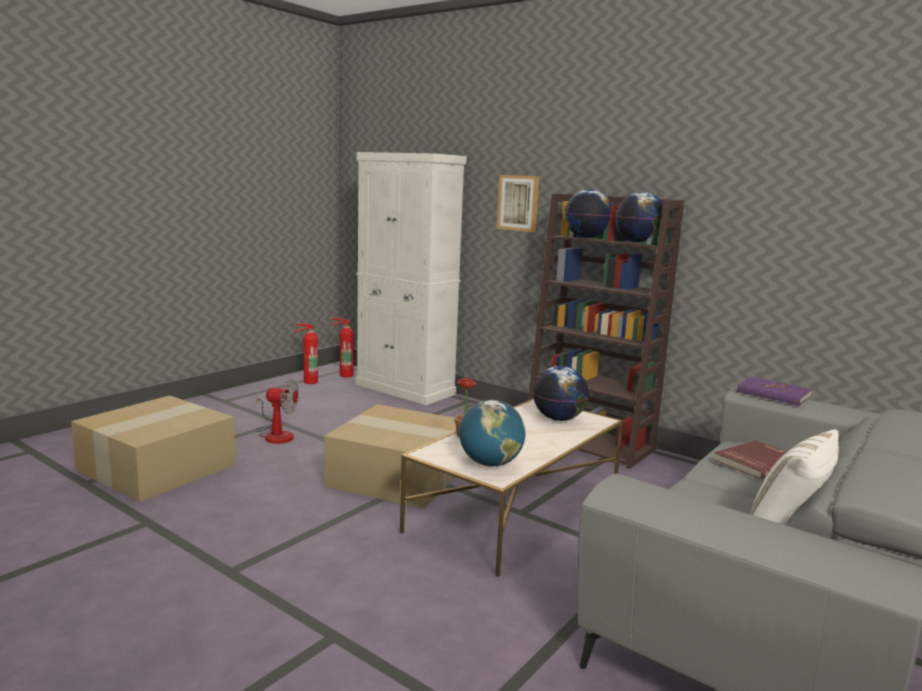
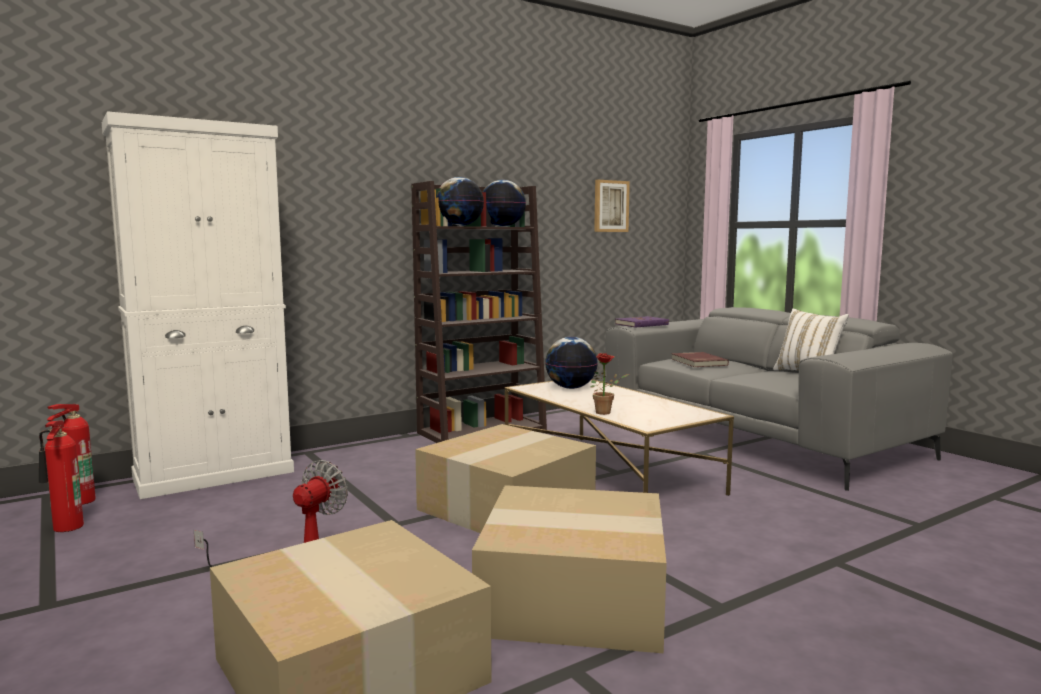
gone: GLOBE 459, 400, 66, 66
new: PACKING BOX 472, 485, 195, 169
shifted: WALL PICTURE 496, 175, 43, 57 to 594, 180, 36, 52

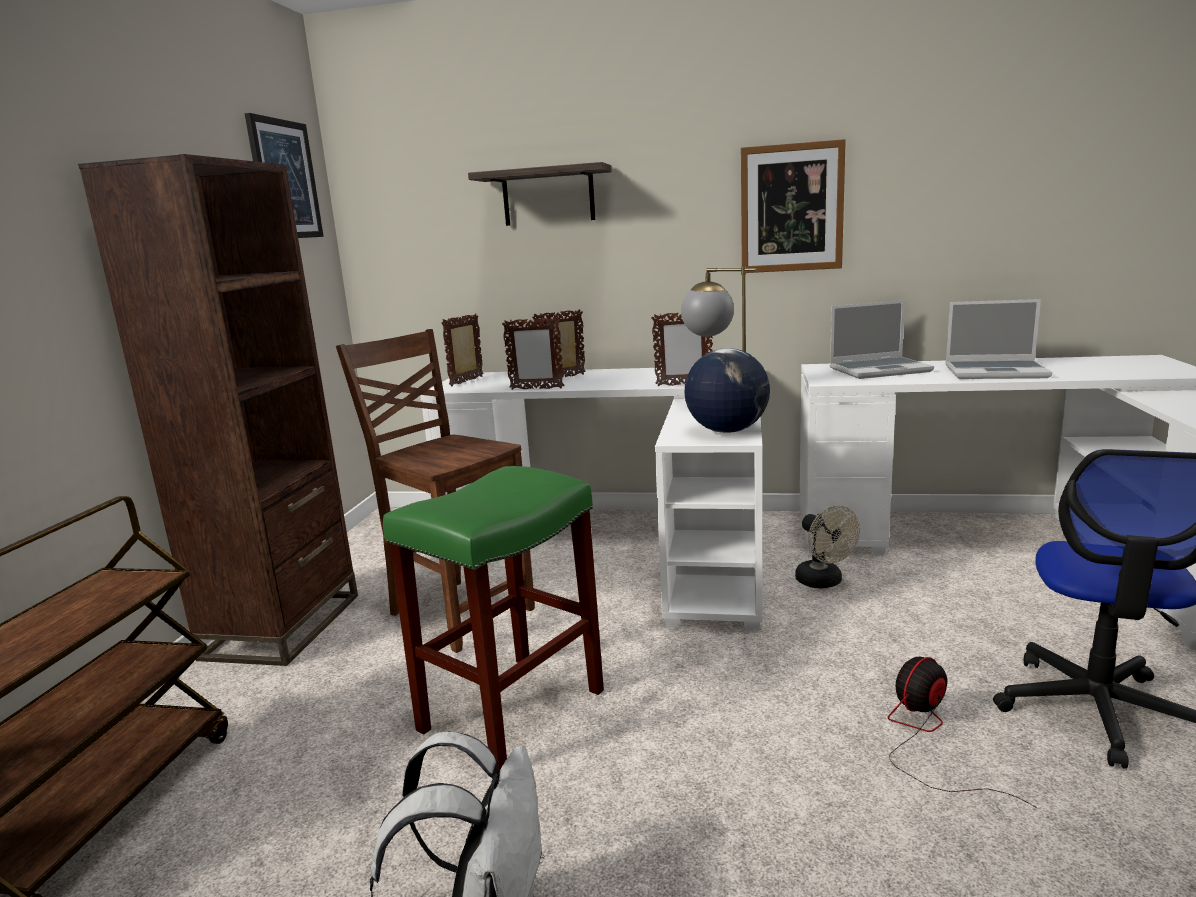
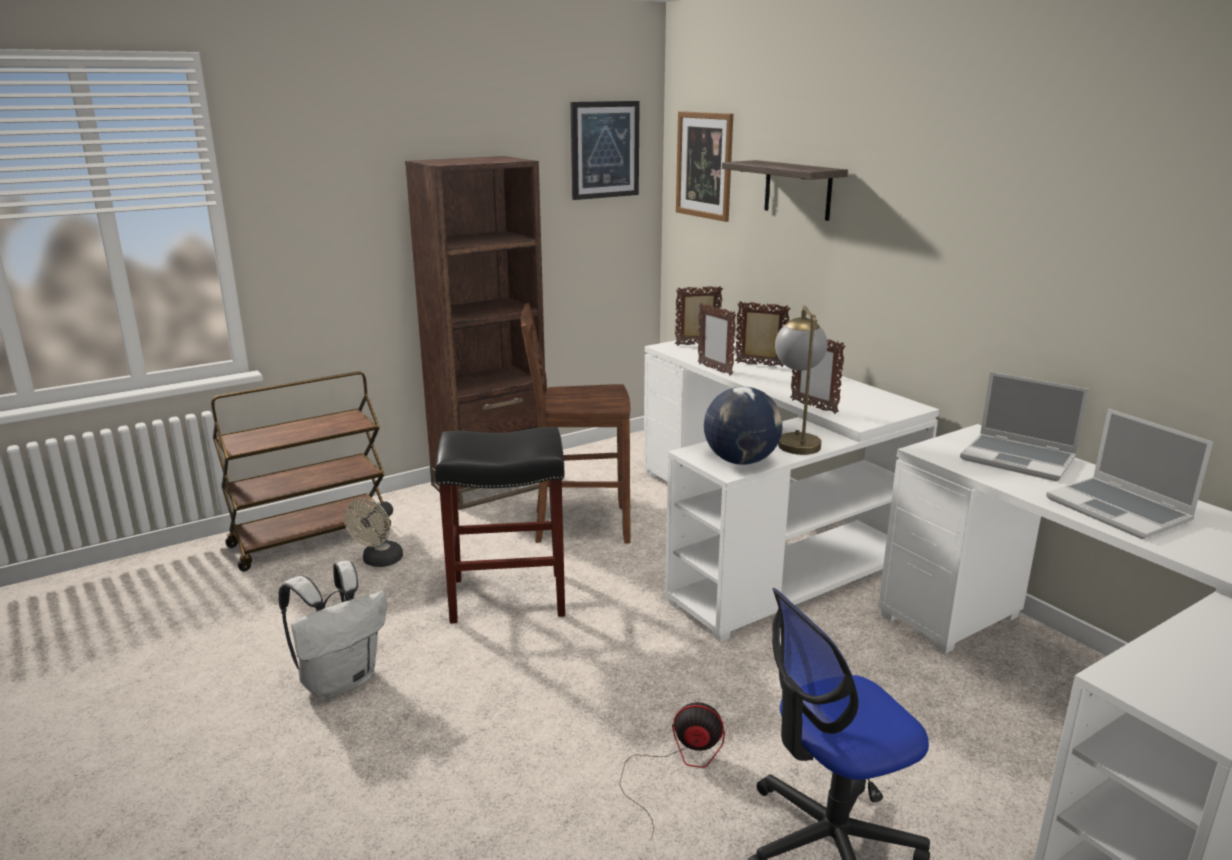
shifted: WALL PICTURE 741, 139, 105, 134 to 676, 111, 57, 111; BEIGE ELECTRIC FAN 795, 505, 65, 83 to 344, 498, 59, 69
repainted: GREEN-COLOURED SITTING STOOL 383, 466, 221, 305 to BLACK SITTING STOOL 435, 427, 130, 197
rotated: BROWN-COLOURED UPRIGHT CHAIR 336, 329, 199, 324 = 521, 303, 109, 241 90 degrees counterclockwise

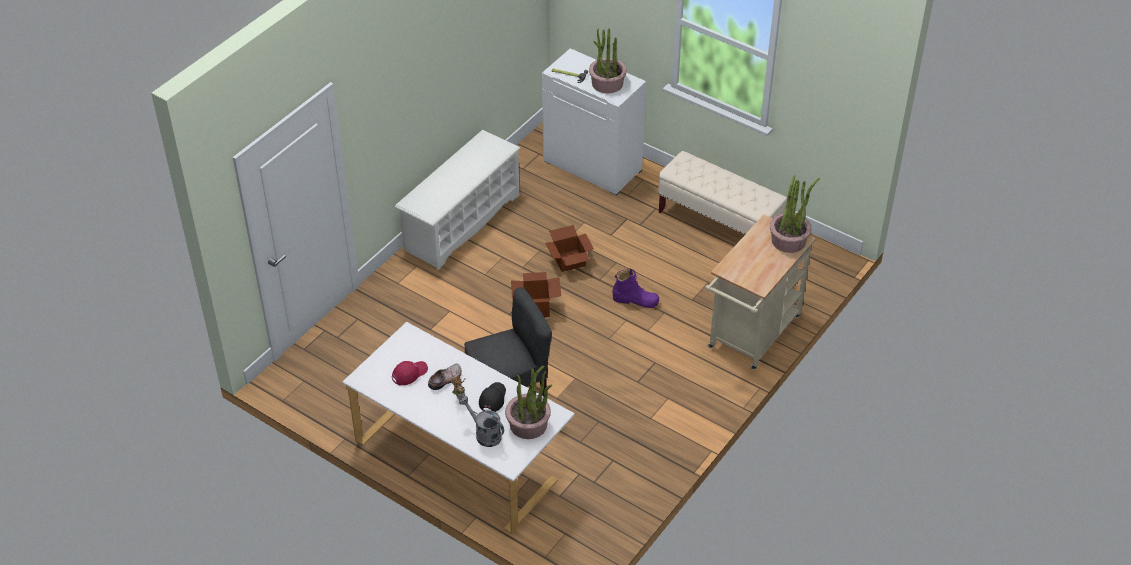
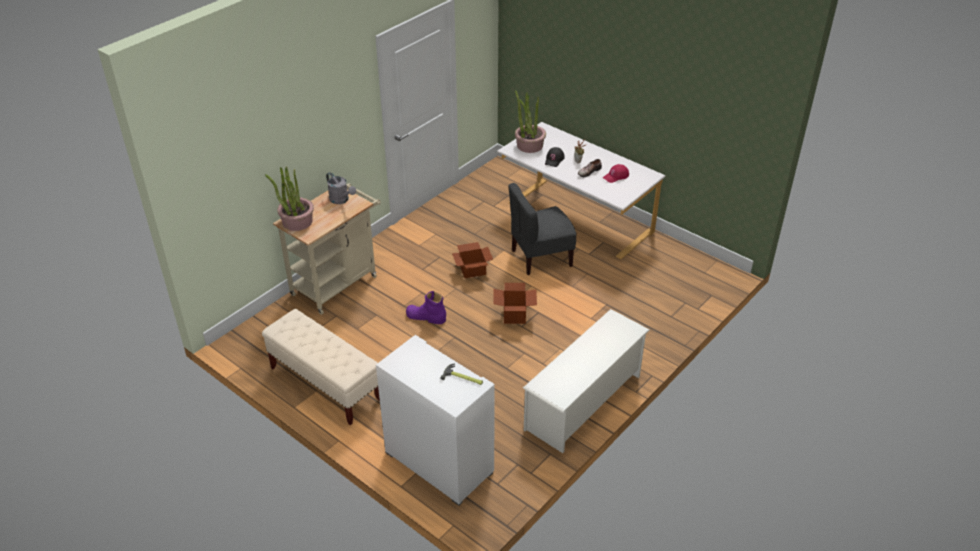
gone: POTTED PLANT 589, 28, 38, 66
shifted: PACKING BOX 546, 225, 48, 47 to 452, 242, 41, 36; GREYISH WATERING CAN 459, 396, 45, 51 to 326, 172, 30, 32

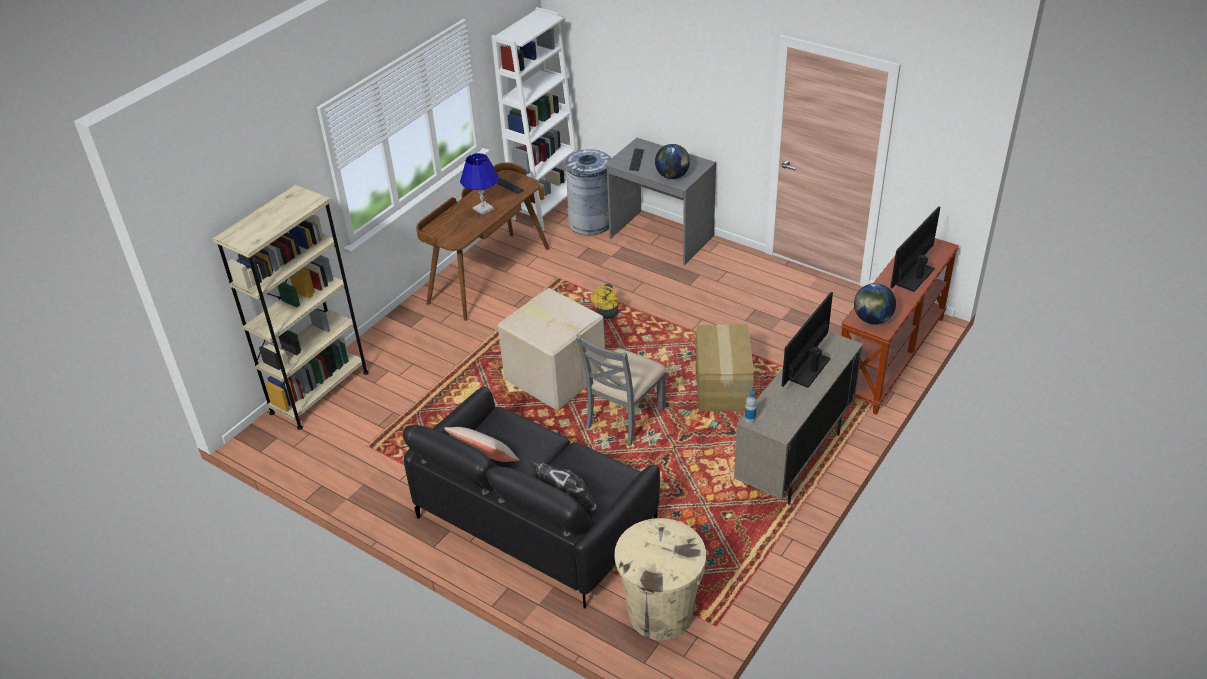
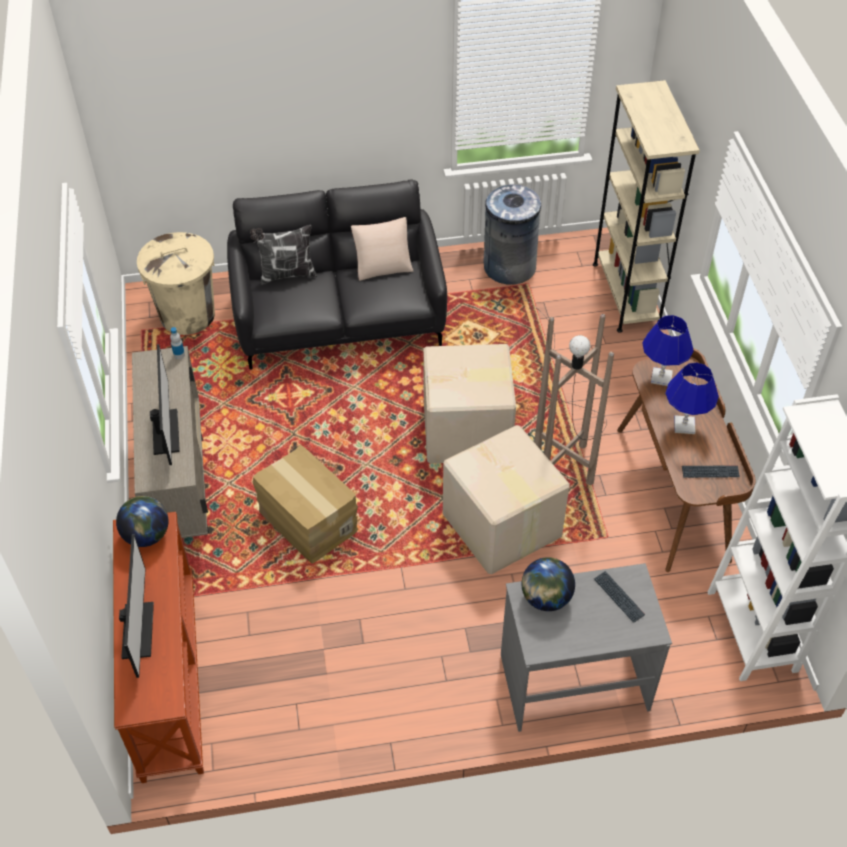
gone: GREYISH UPRIGHT CHAIR 576, 335, 90, 111
new: BROWN-COLOURED STANDING LAMP 522, 298, 92, 187; BLUISH TABLE LAMP 642, 315, 52, 71
shifted: GREYISH RUBBISH BIN 565, 149, 46, 86 to 483, 185, 58, 100
swapped: YELLOW-COLOURED ELECTRIC FAN 591, 284, 28, 35 to PACKING BOX 443, 425, 127, 149

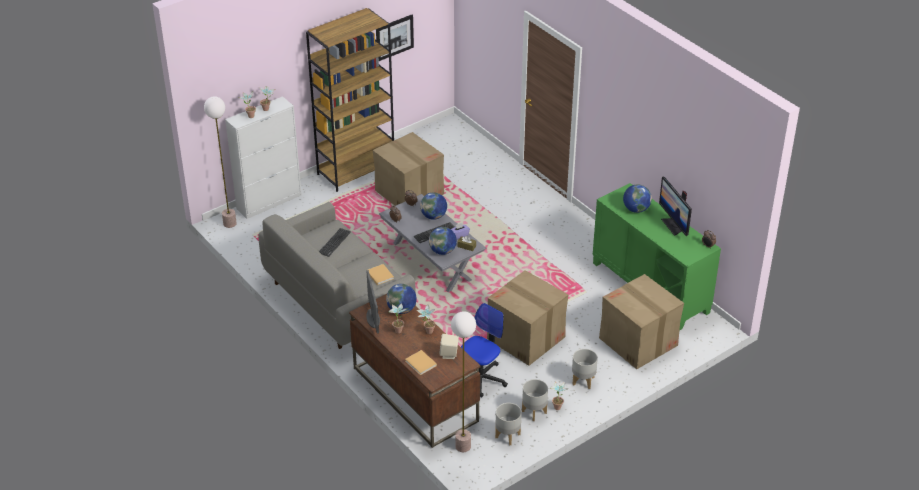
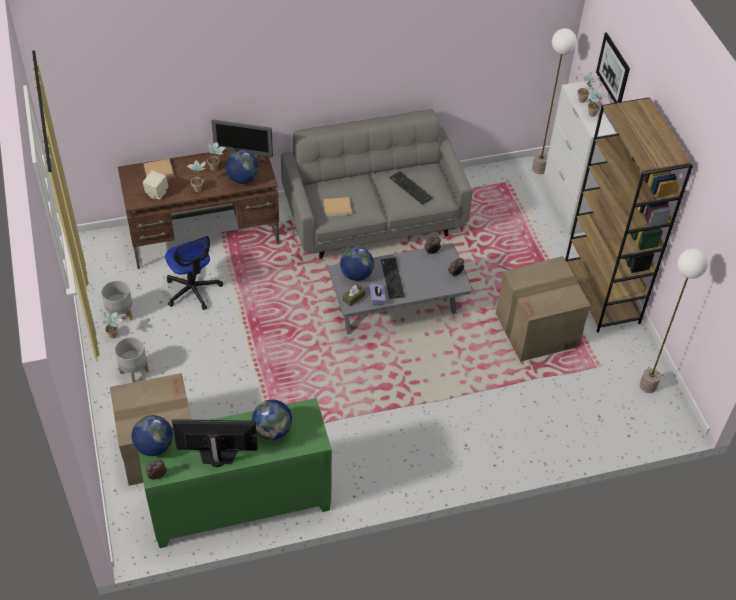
gone: PACKING BOX 487, 270, 81, 96; GREYISH PLANTER 495, 403, 27, 43
shifted: WALL PICTURE 376, 15, 38, 46 to 596, 32, 34, 71; GLOBE 420, 192, 27, 28 to 132, 415, 41, 41; STANDING LAMP 451, 311, 25, 141 to 640, 248, 68, 145

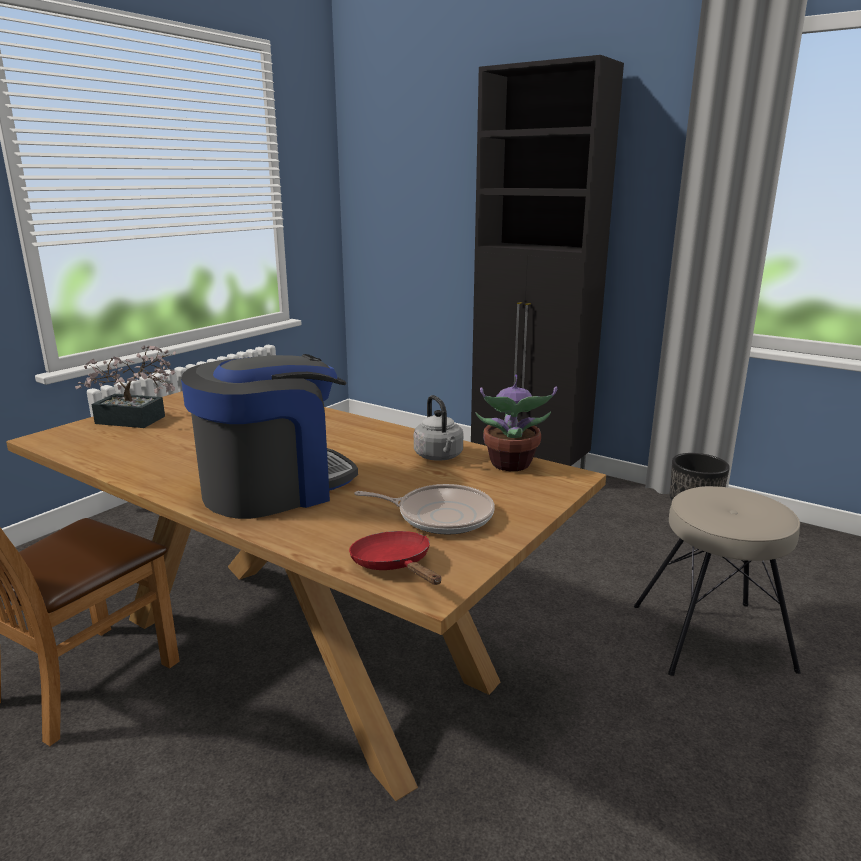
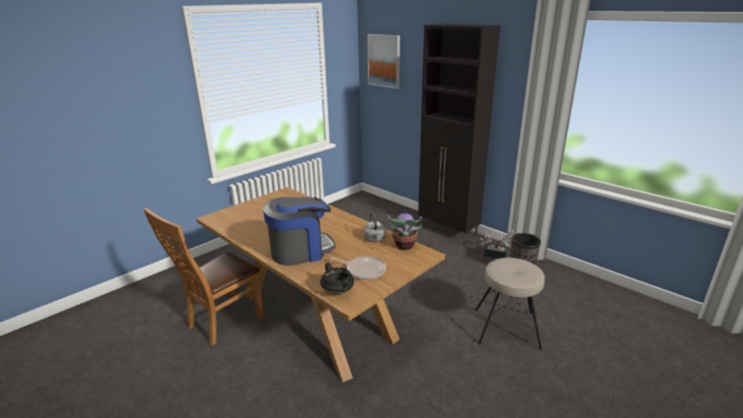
new: WALL PICTURE 367, 34, 33, 55
shifted: POTTED PLANT 75, 345, 101, 83 to 480, 230, 34, 29
swapped: REDDISH SKILLET 349, 531, 92, 54 to BLACK COOKING POT 320, 263, 34, 32

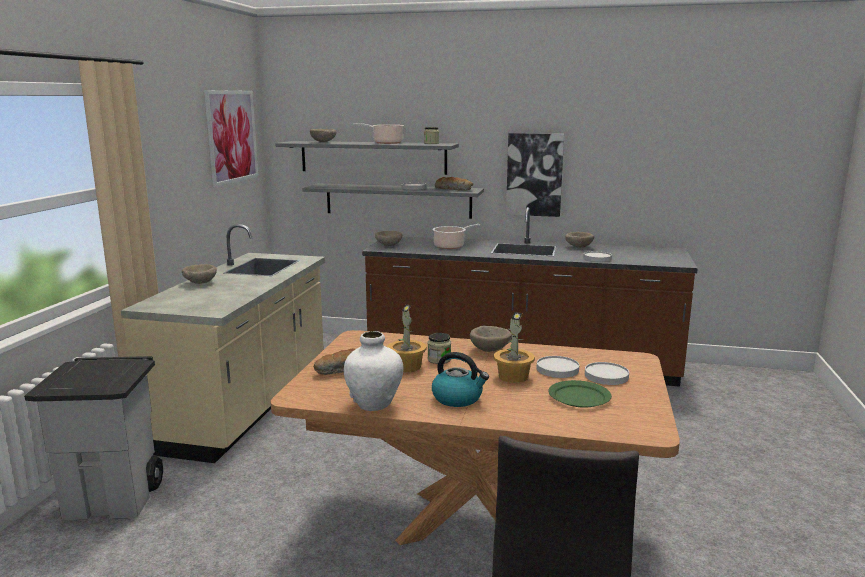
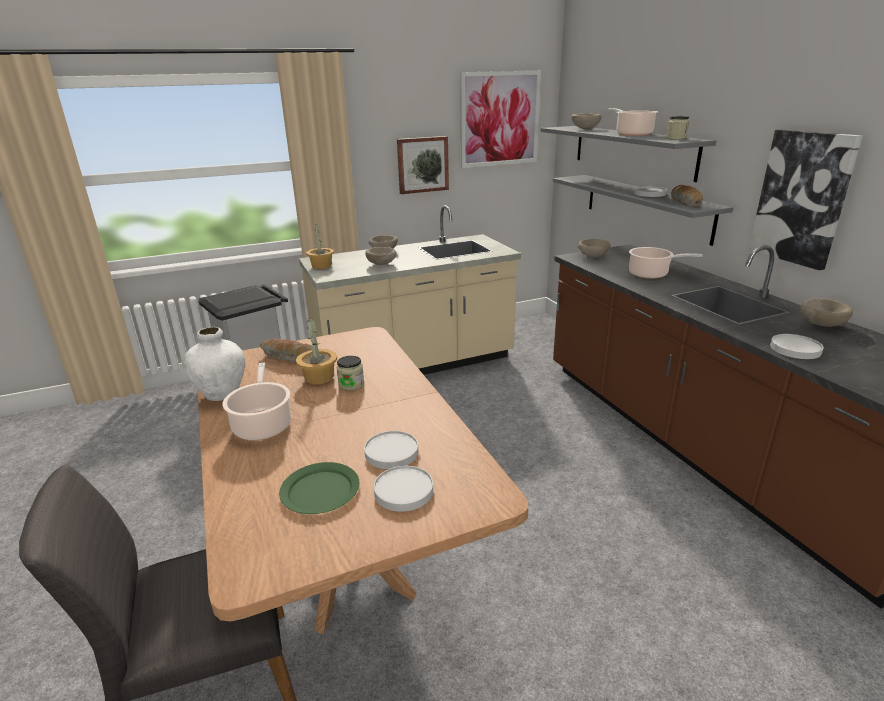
new: WALL PICTURE 397, 136, 52, 58
shifted: POTTED PLANT 494, 312, 41, 71 to 306, 221, 28, 48; BEIGE BOWL 470, 326, 42, 26 to 365, 247, 32, 18
swapped: WATER KETTLE 432, 352, 57, 55 to COOKING POT 222, 363, 69, 77

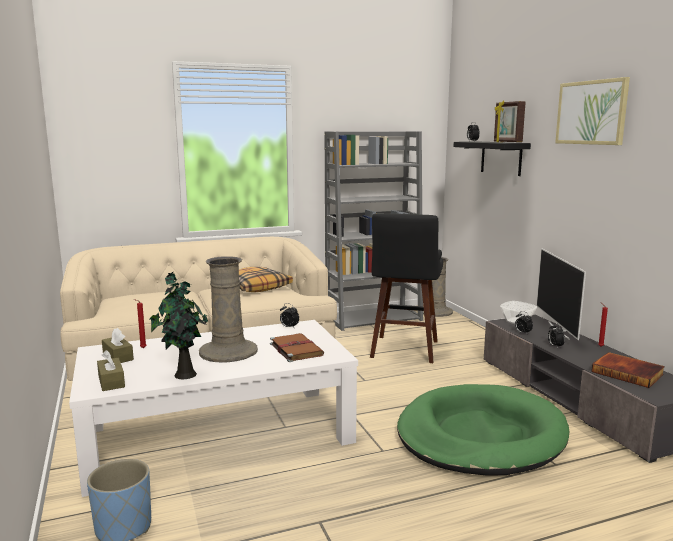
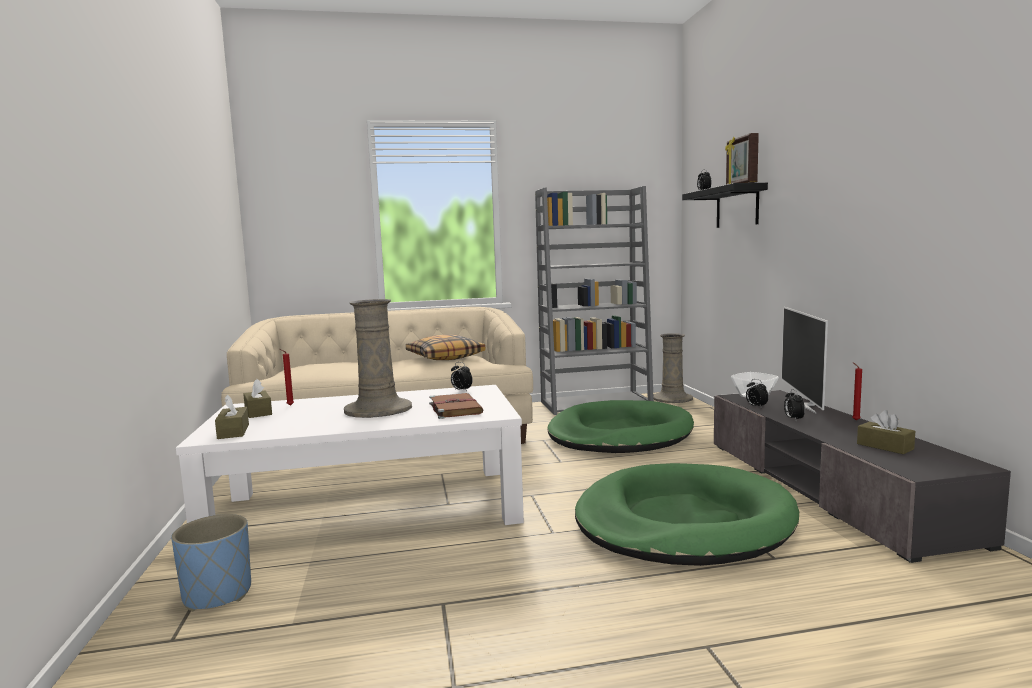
gone: WALL PICTURE 555, 77, 75, 68; POTTED PLANT 150, 271, 58, 108
swapped: BLACK SITTING STOOL 370, 213, 73, 150 to GREEN-COLOURED DOG CUSHION 547, 400, 147, 53; BOOK 591, 352, 74, 36 to BROWN-COLOURED TISSUE HOLDER 857, 410, 58, 44

